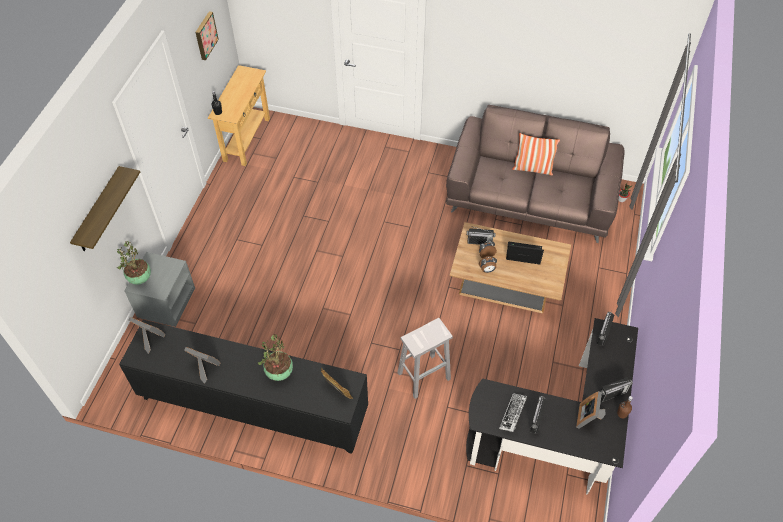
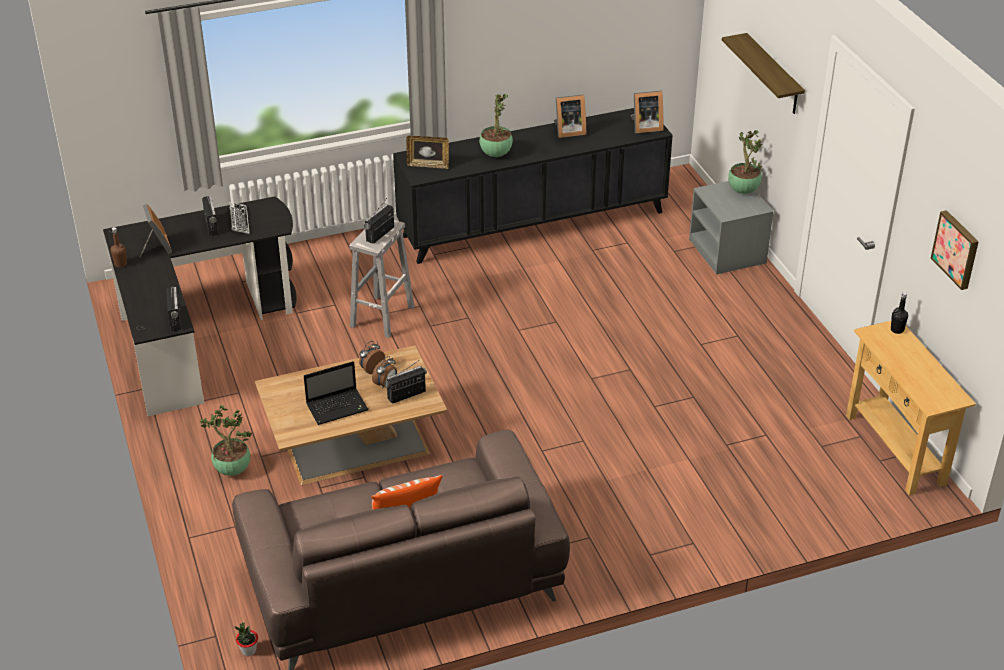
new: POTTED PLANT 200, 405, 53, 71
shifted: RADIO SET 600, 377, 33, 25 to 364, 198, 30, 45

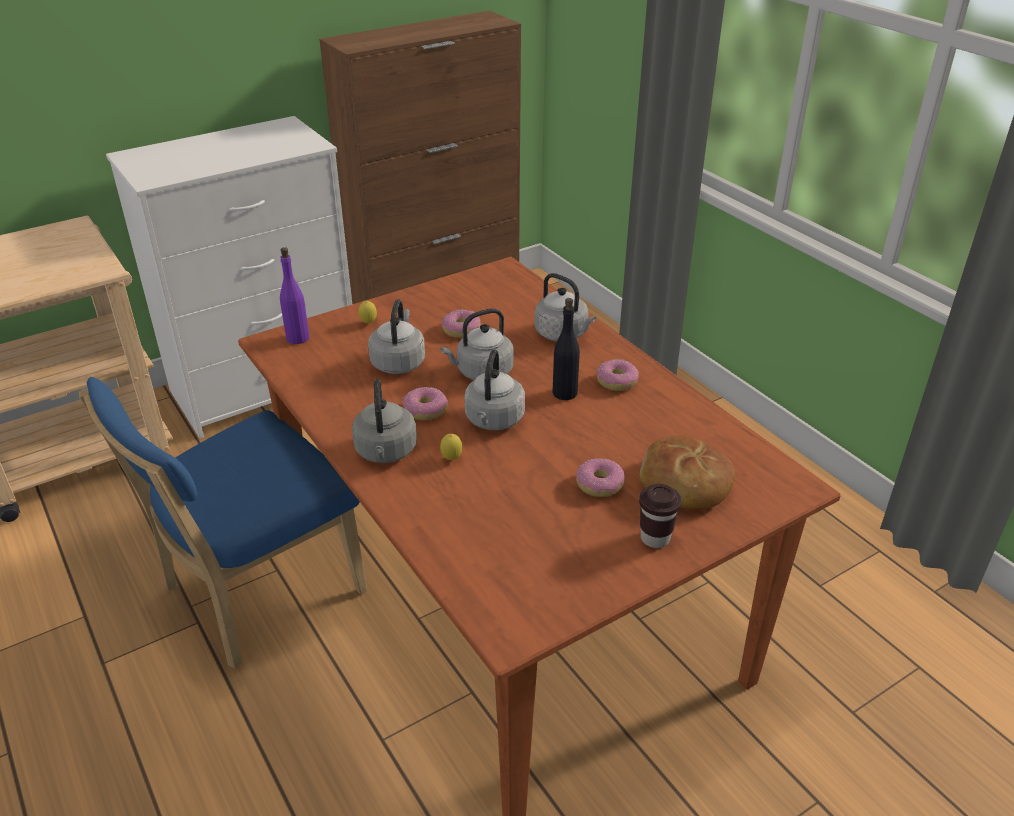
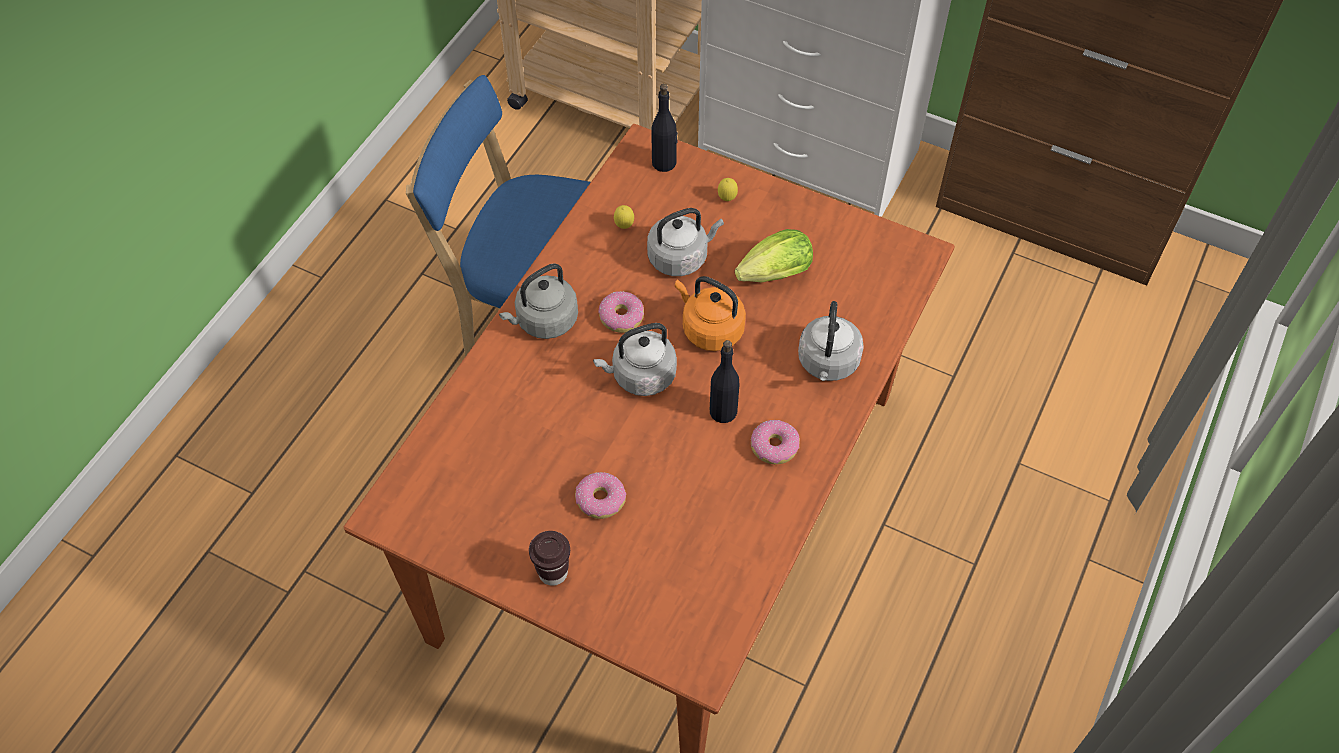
gone: BAKED BREAD 639, 435, 96, 75
shifted: CITRUS FRUIT 440, 434, 22, 26 to 614, 205, 20, 24
swapped: RING DOUGHNUT 442, 310, 39, 28 to LETTUCE 735, 229, 78, 53
repainted: PURPLISH DRINK BOTTLE 280, 247, 30, 97 to BLACK DRINK BOTTLE 651, 84, 27, 88; GREYISH WATER KETTLE 441, 308, 72, 72 to ORANGE-COLOURED WATER KETTLE 675, 276, 71, 75

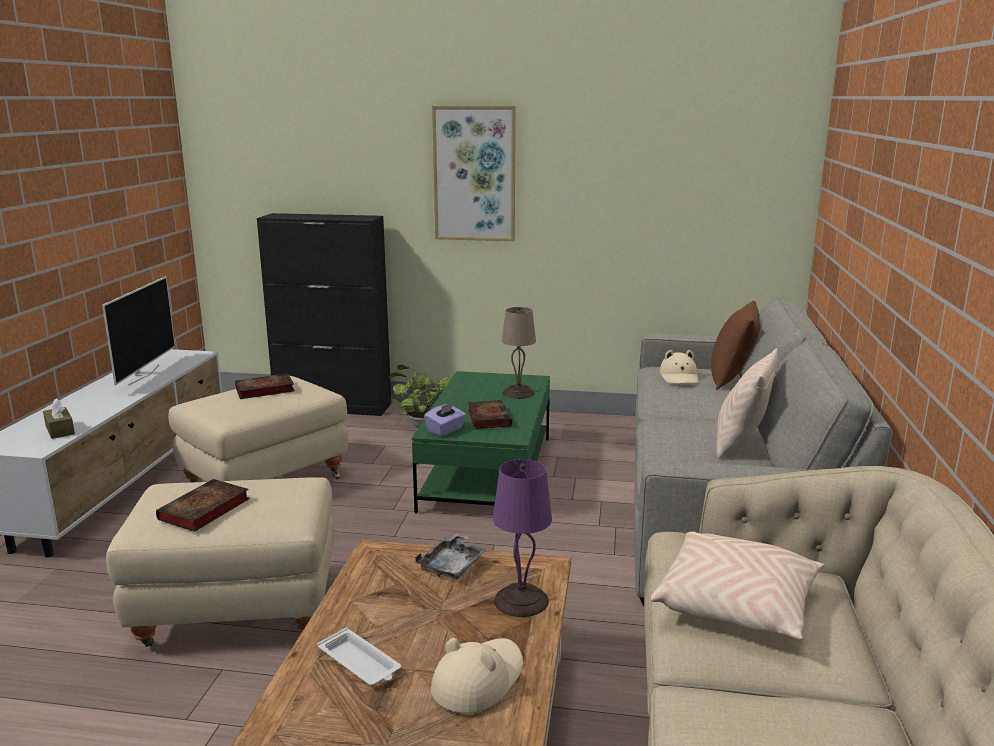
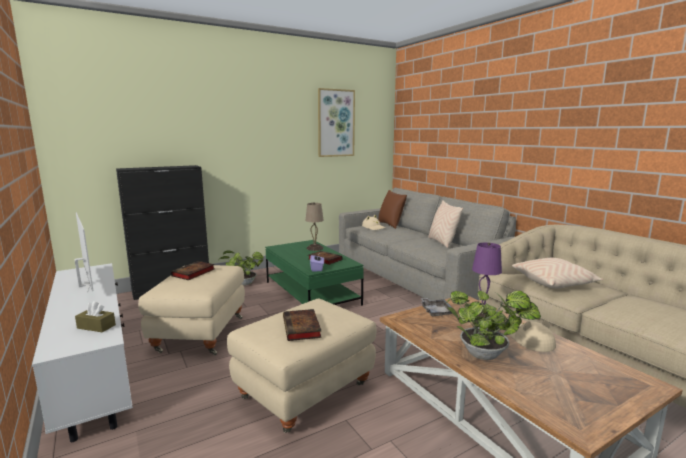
shifted: WALL PICTURE 432, 106, 84, 135 to 318, 88, 37, 69
swapped: WHITE CARRYING TRAY 317, 627, 84, 59 to POTTED PLANT 447, 291, 94, 69

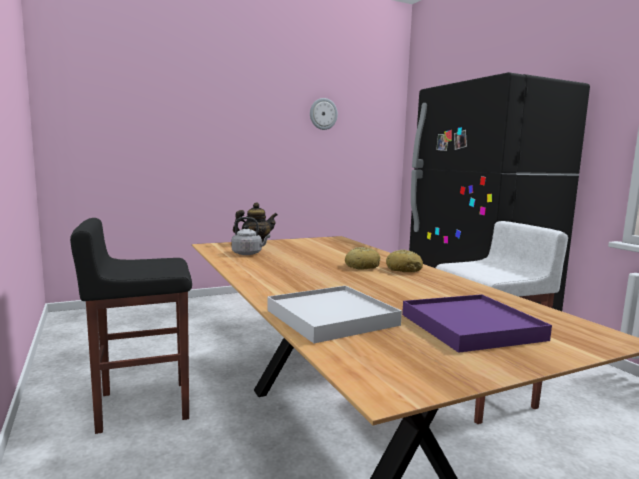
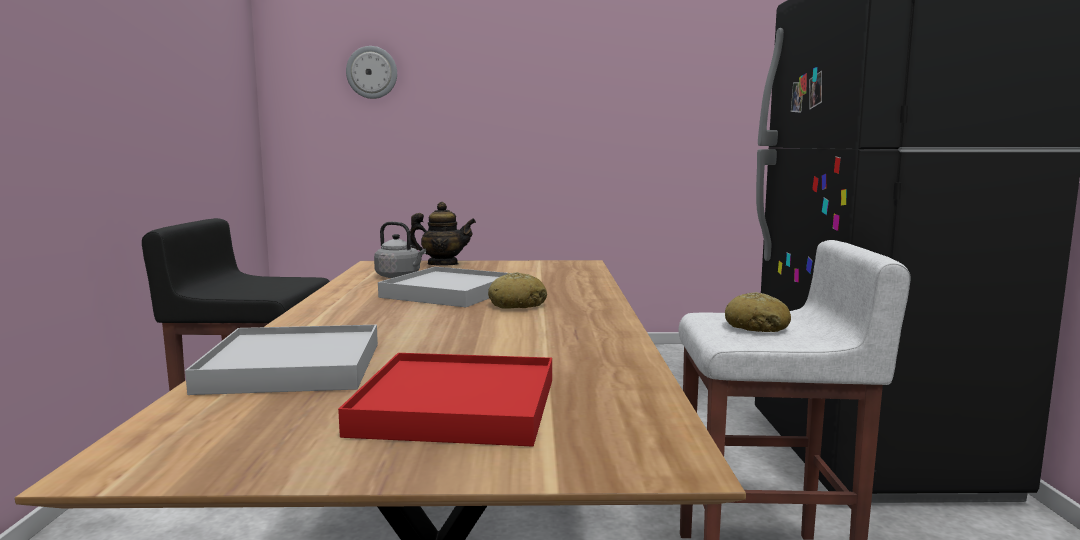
new: WHITE CARRYING TRAY 378, 267, 129, 40
shifted: CLOCK ON THE WALL 310, 98, 28, 32 to 346, 46, 51, 53; BAKED BREAD 386, 249, 37, 23 to 725, 292, 66, 40
repainted: PURPLISH CARRYING TRAY 402, 294, 150, 59 to REDDISH CARRYING TRAY 338, 353, 214, 94

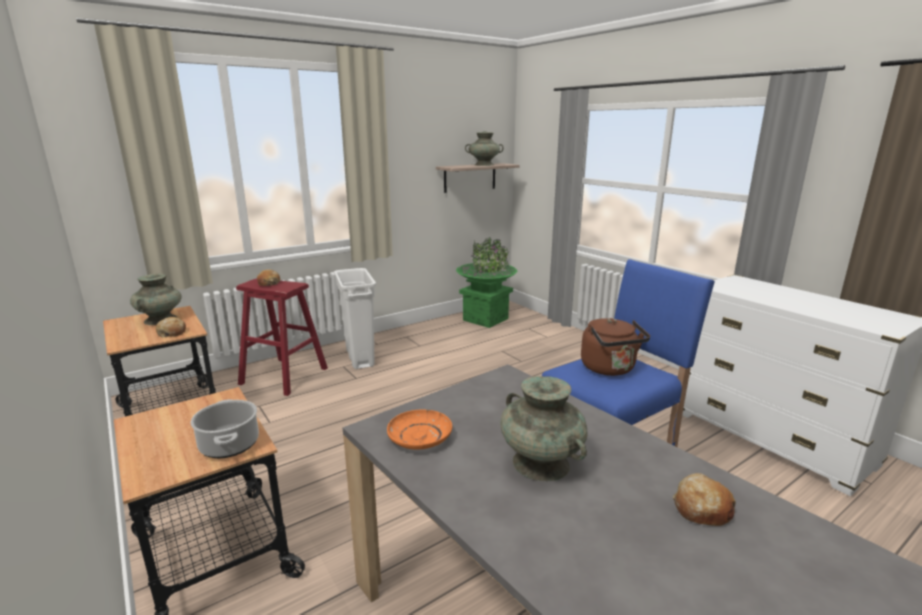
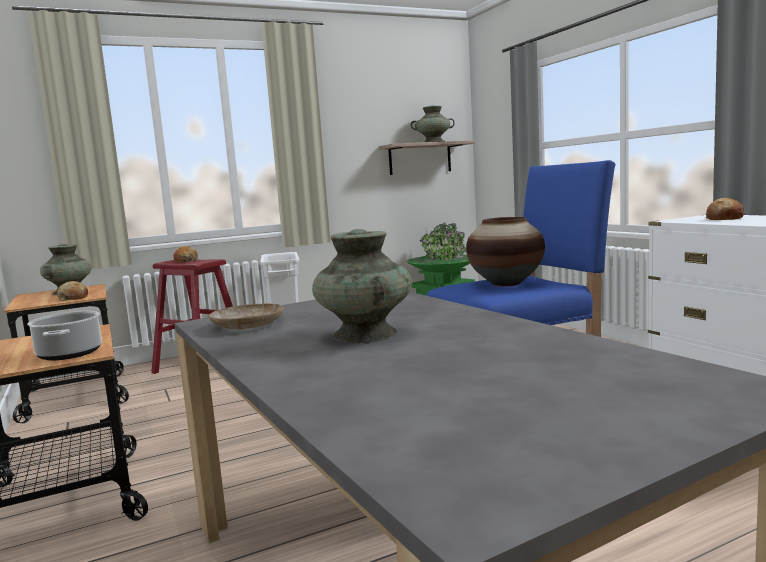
shifted: BAKED BREAD 673, 473, 63, 53 to 706, 198, 39, 22
swapped: BROWN-COLOURED WATER KETTLE 581, 318, 69, 58 to VASE 466, 217, 79, 69
repainted: ORANGE-COLOURED PLATE 387, 410, 65, 40 to BEIGE PLATE 209, 303, 75, 26

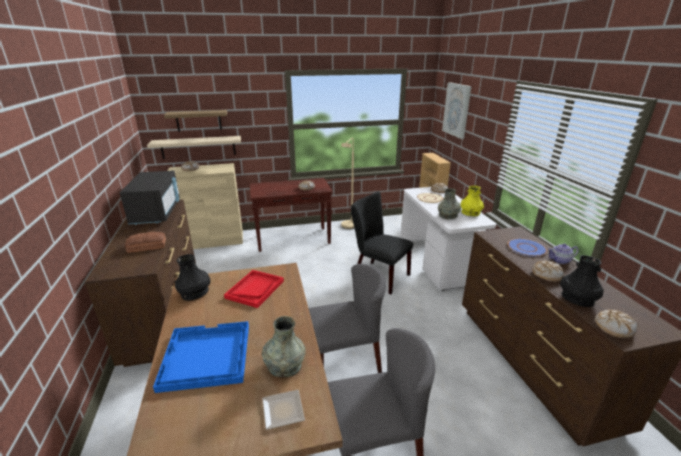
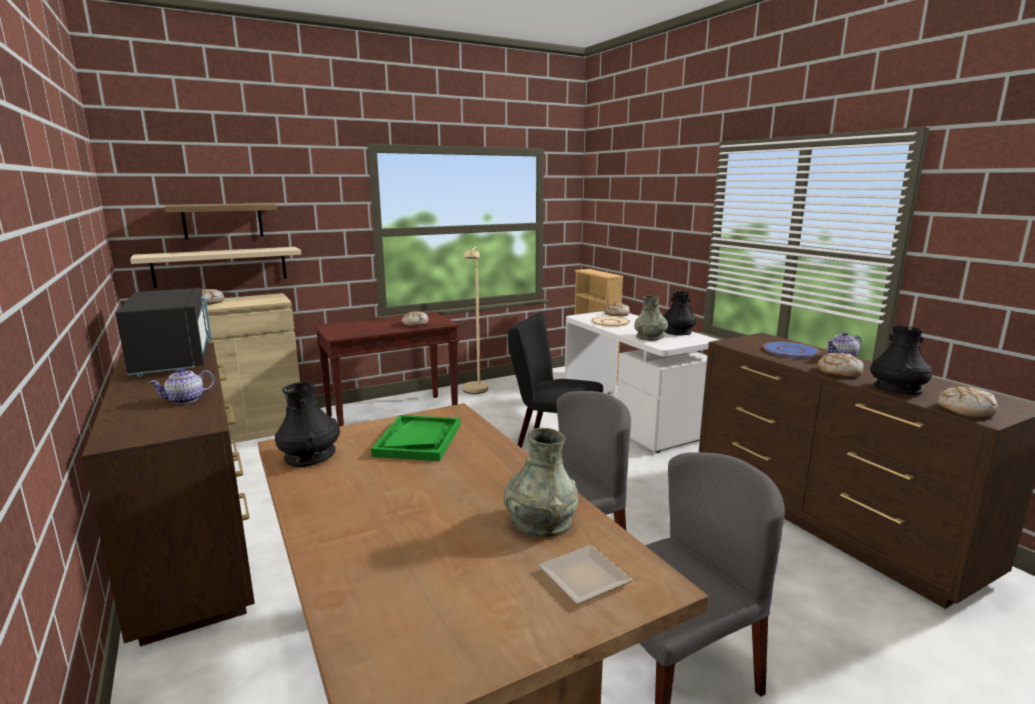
gone: WALL PICTURE 442, 82, 30, 57; BLUISH CARRYING TRAY 153, 321, 96, 72
swapped: BAKED BREAD 125, 232, 41, 21 to POT FOR TEA 149, 368, 66, 36
repainted: YELLOW-COLOURED VASE 460, 186, 24, 30 to BLACK VASE 663, 291, 33, 44; REDDISH CARRYING TRAY 224, 270, 60, 38 to GREEN-COLOURED CARRYING TRAY 371, 415, 89, 46

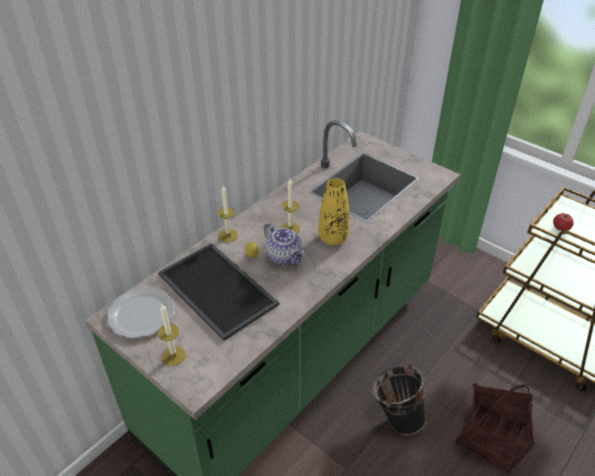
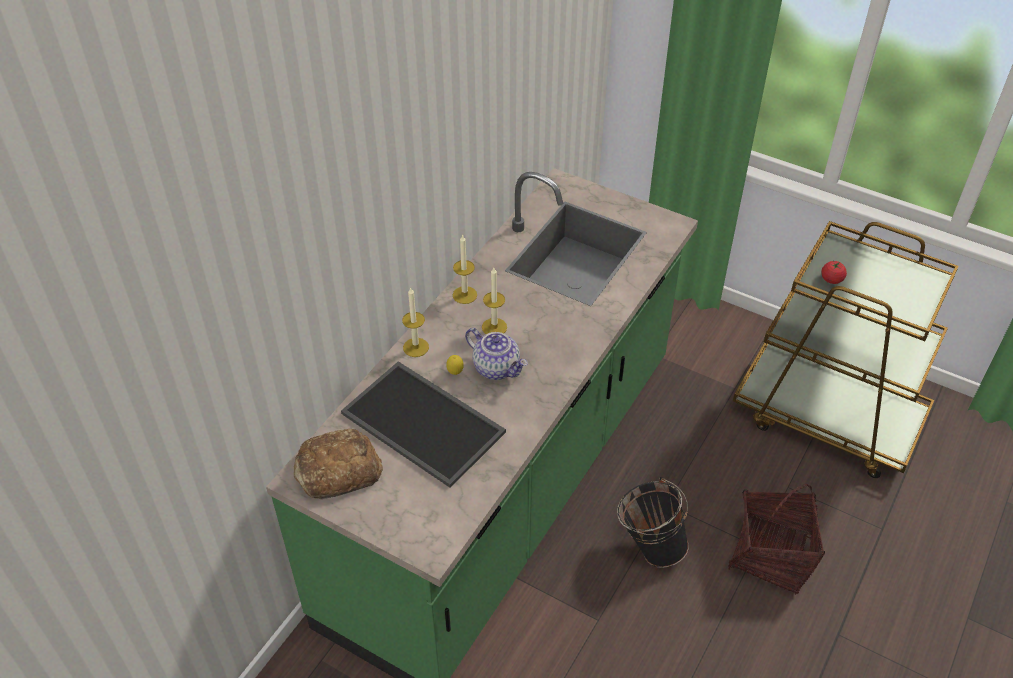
gone: YELLOW-COLOURED VASE 319, 178, 30, 67
shifted: WAX LIGHT 158, 304, 28, 62 to 453, 235, 24, 69
swapped: PLATE 107, 287, 68, 52 to BAKED BREAD 294, 429, 89, 70

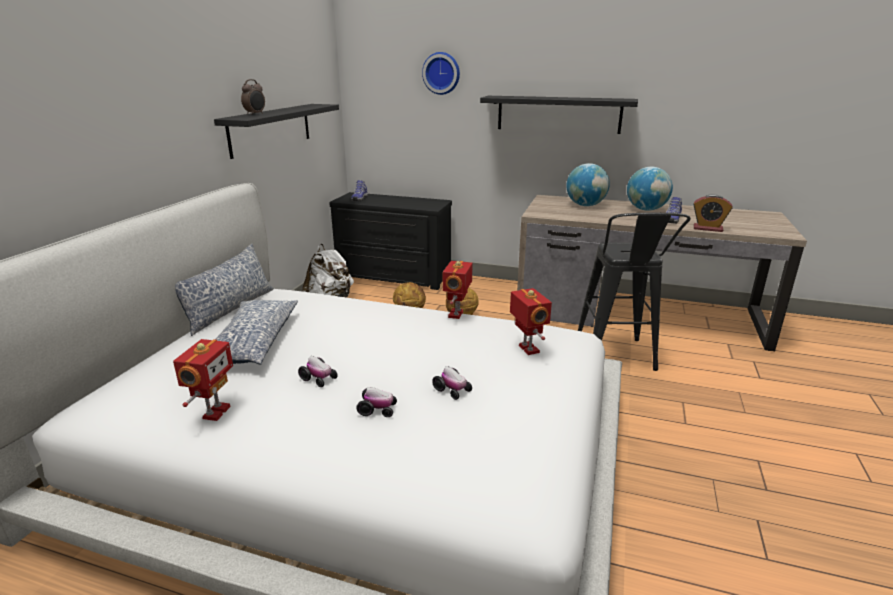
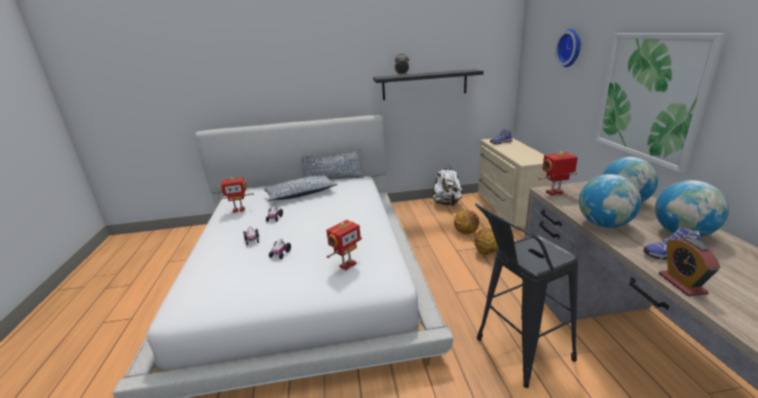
new: GLOBE 579, 174, 62, 54
shifted: ROBOT FIGURE 443, 261, 30, 58 to 539, 151, 39, 44
swapped: BLACK WALL SHELF 480, 96, 158, 38 to WALL PICTURE 595, 33, 131, 140
repainted: BLACK DRESSER 329, 192, 123, 98 to BEIGE DRESSER 478, 138, 74, 92

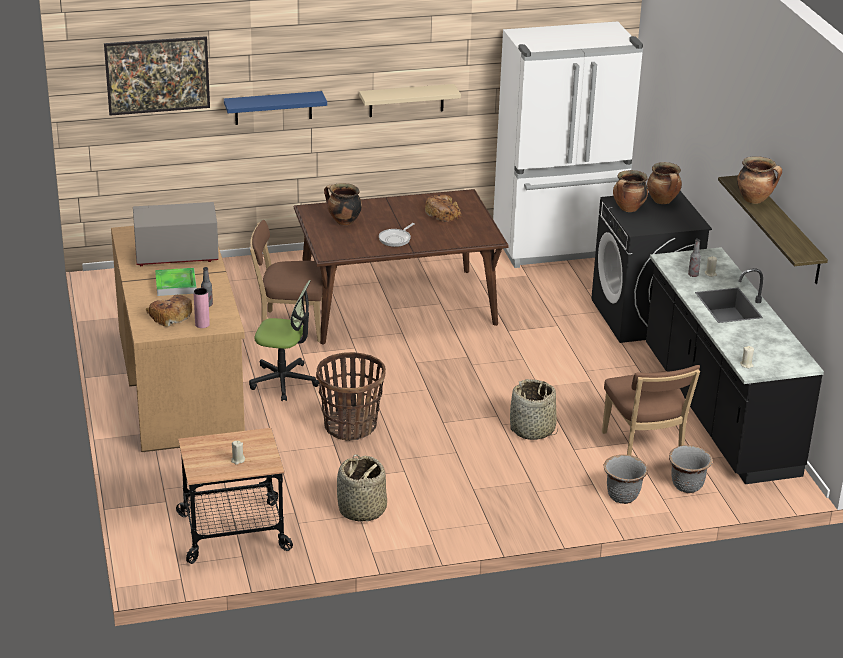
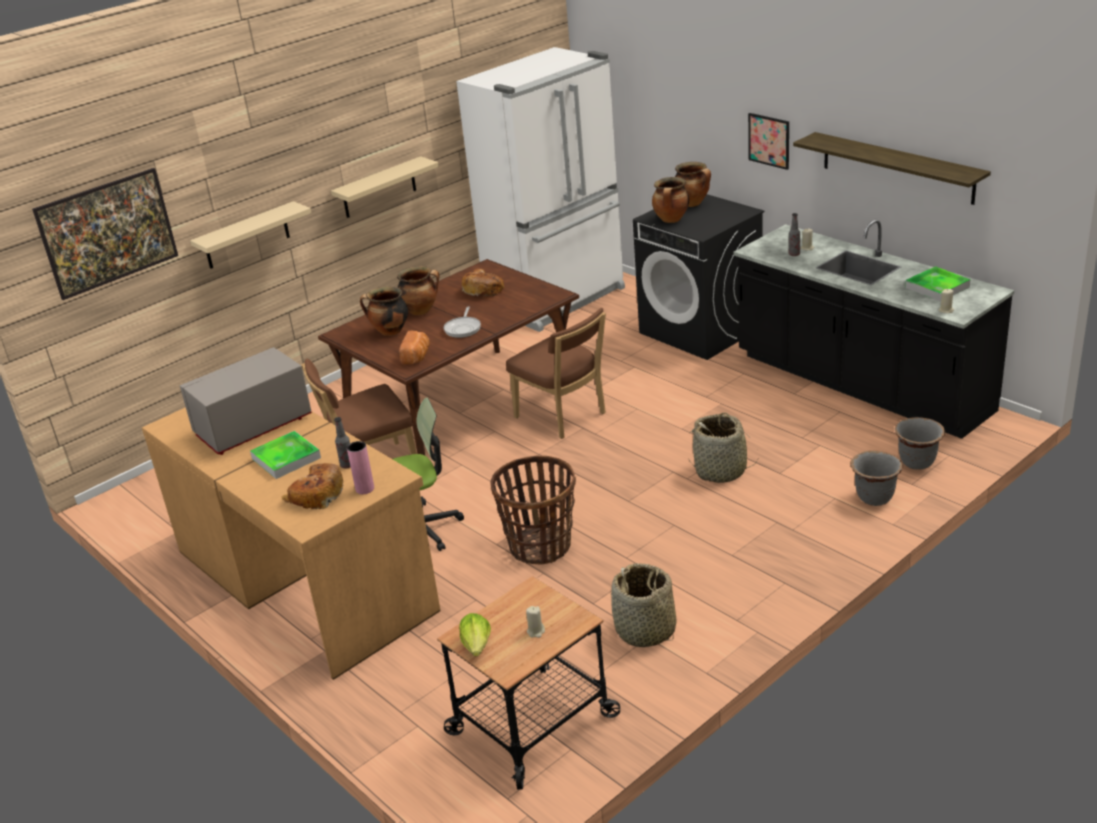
new: WALL PICTURE 748, 113, 41, 57; CARRYING TRAY 905, 266, 65, 35; BAKED BREAD 399, 331, 31, 34; LETTUCE 459, 613, 32, 43
shifted: COOKING POT 737, 156, 45, 48 to 397, 266, 42, 49; BROWN-COLOURED UPRIGHT CHAIR 602, 365, 98, 90 to 506, 308, 100, 131
repainted: BLUISH WALL SHELF 224, 91, 103, 34 to BEIGE WALL SHELF 190, 201, 121, 68

